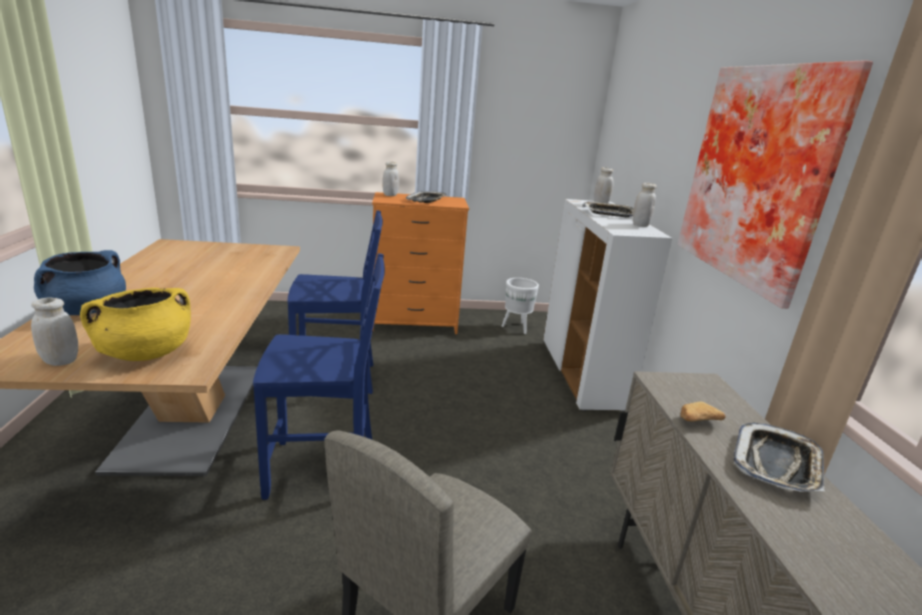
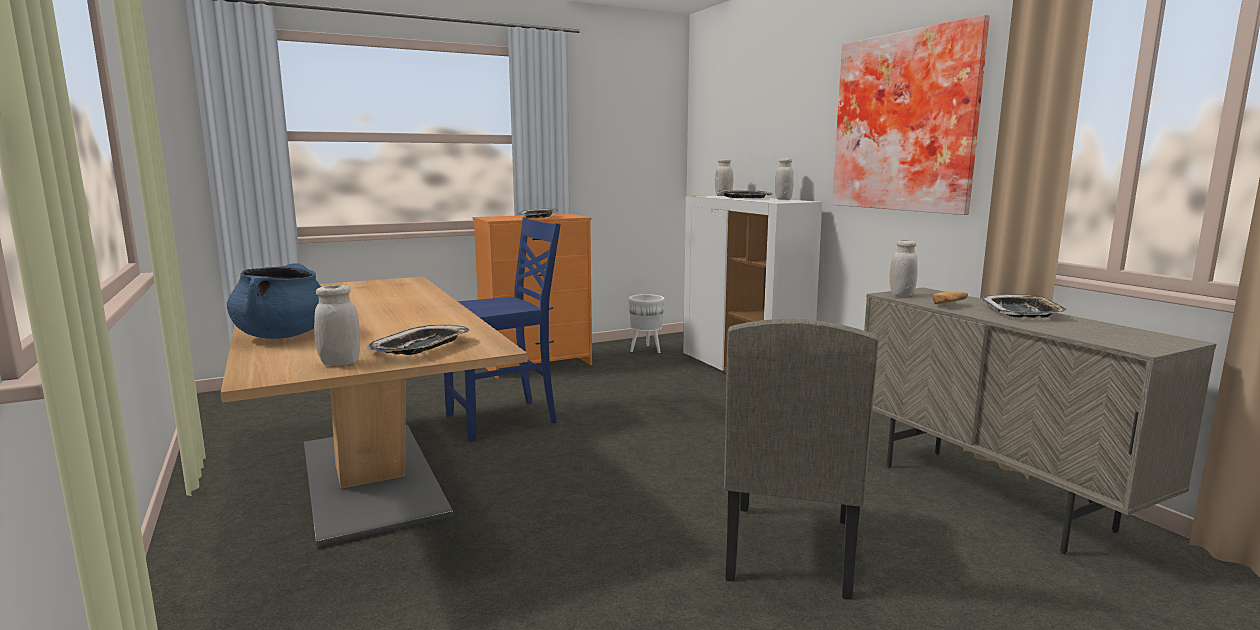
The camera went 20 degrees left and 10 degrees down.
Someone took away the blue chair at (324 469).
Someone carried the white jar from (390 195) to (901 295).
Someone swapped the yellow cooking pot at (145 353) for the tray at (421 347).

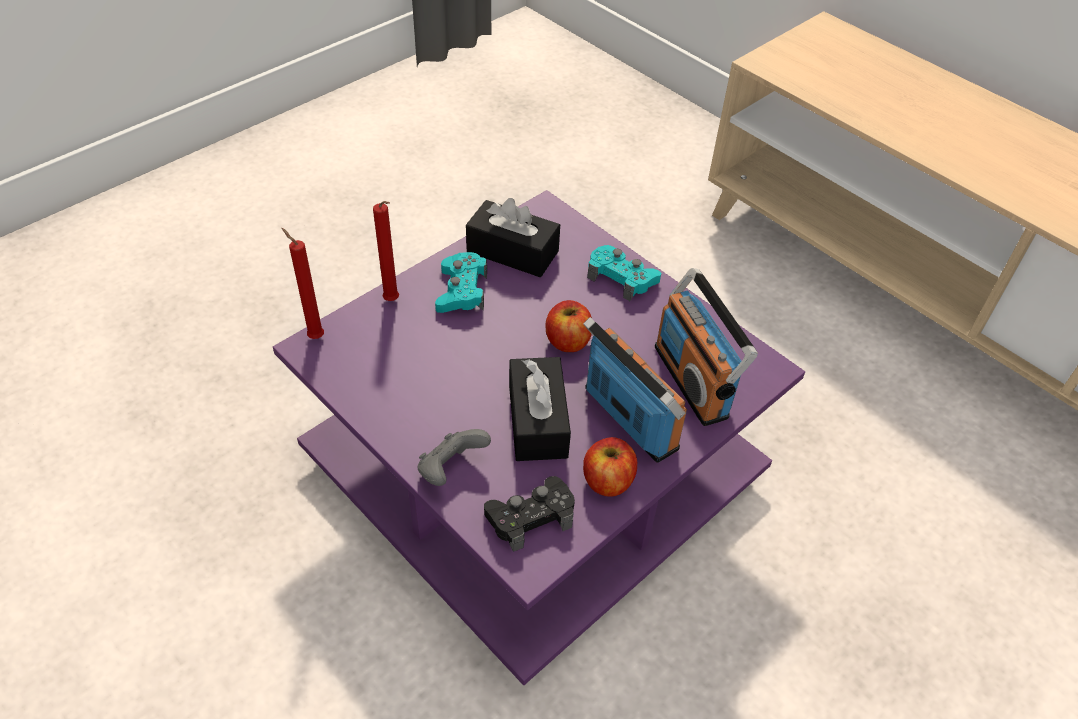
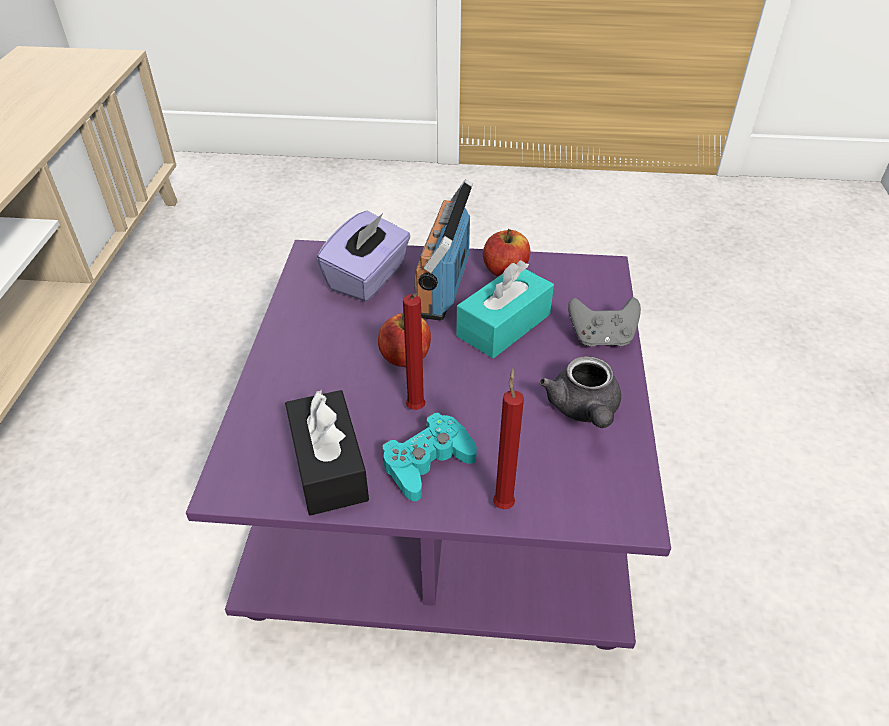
The camera went 130 degrees left and 5 degrees down.
Someone took away the black game controller at (530 517).
Someone took away the turquoise game controller at (621 278).
Someone put down the grey teapot at (584 410).
Someone carried the red candle from (314 336) to (416 411).
Someone swapped the radio at (692 381) for the purple tissue box at (368 278).
Someone repainted the black tissue box at (537 421), which became the turquoise tissue box at (503 325).

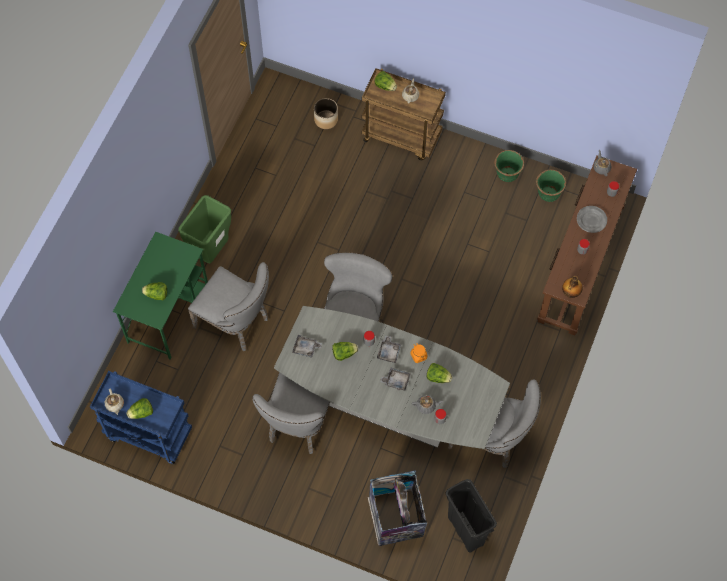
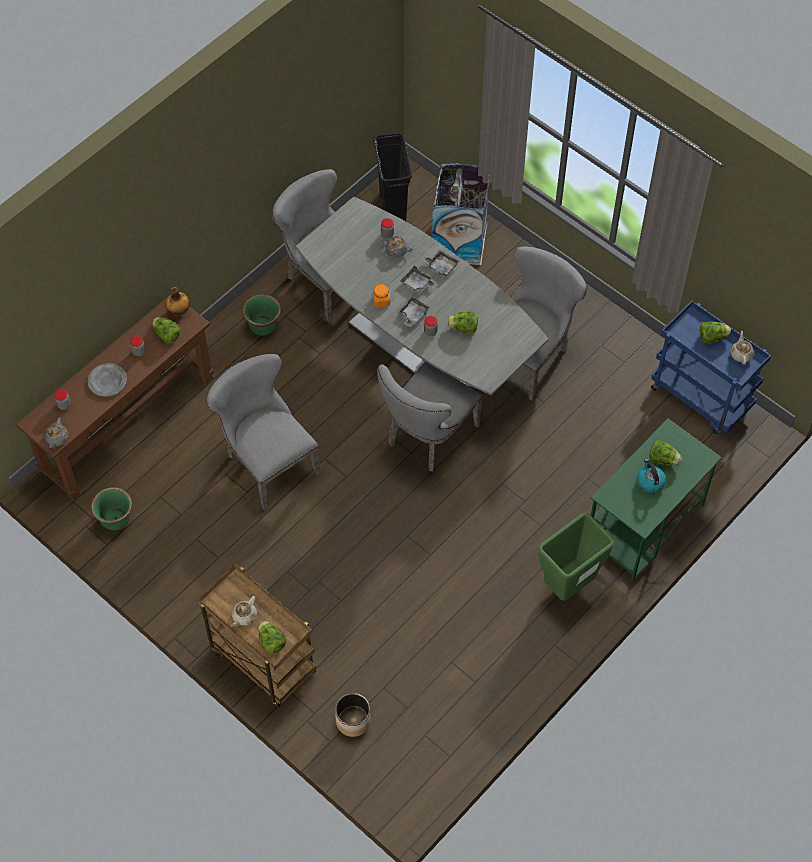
The camera went 160 degrees left and 5 degrees down.
Someone put down the kettle at (650 481).
Someone carried the grey chair from (236 323) to (267 462).
Someone carried the grey tray from (306 348) to (441 266).
Someone carried the lettuce from (438 377) to (166 335).
Someone carried the green planter from (507 175) to (263 326).

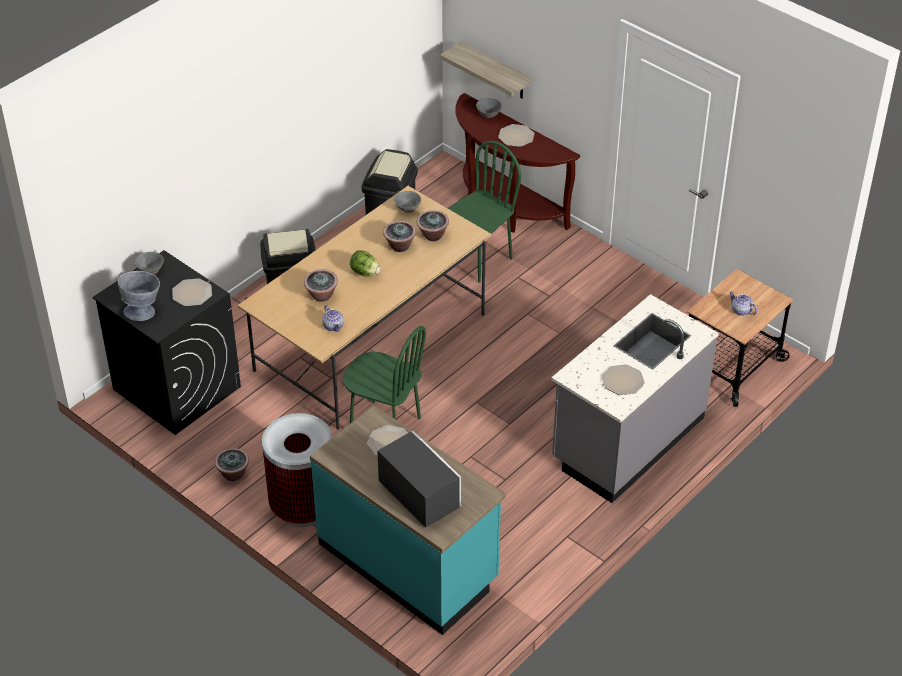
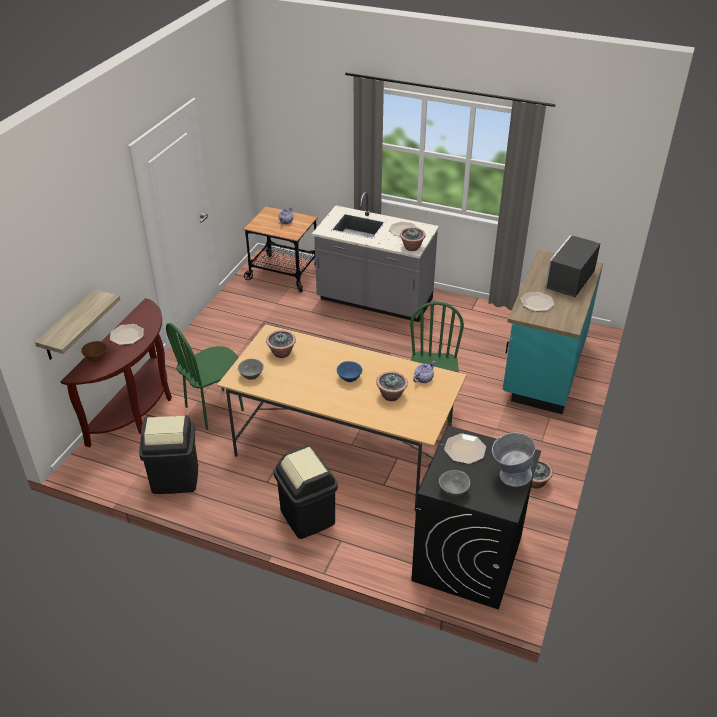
The camera went 110 degrees left and 5 degrees down.
Someone took away the trash can at (302 506).
Someone carried the potted plant from (399 246) to (412 247).
Someone swapped the lettuce at (365 273) for the blue bowl at (348 379).
Someone repainted the grey bowl at (488 115), which became the brown bowl at (97 357).
Someone rotated the green chair at (478 260) by 60 degrees counterclockwise.

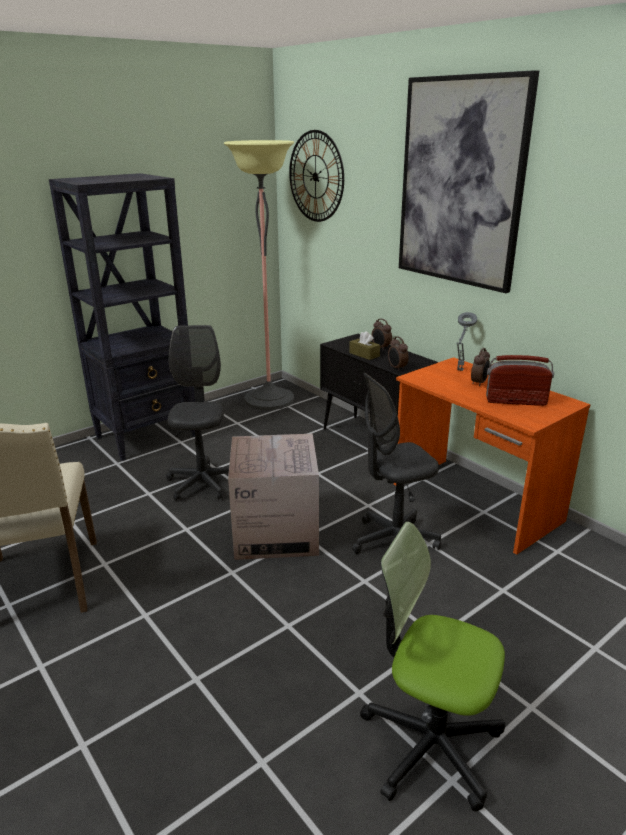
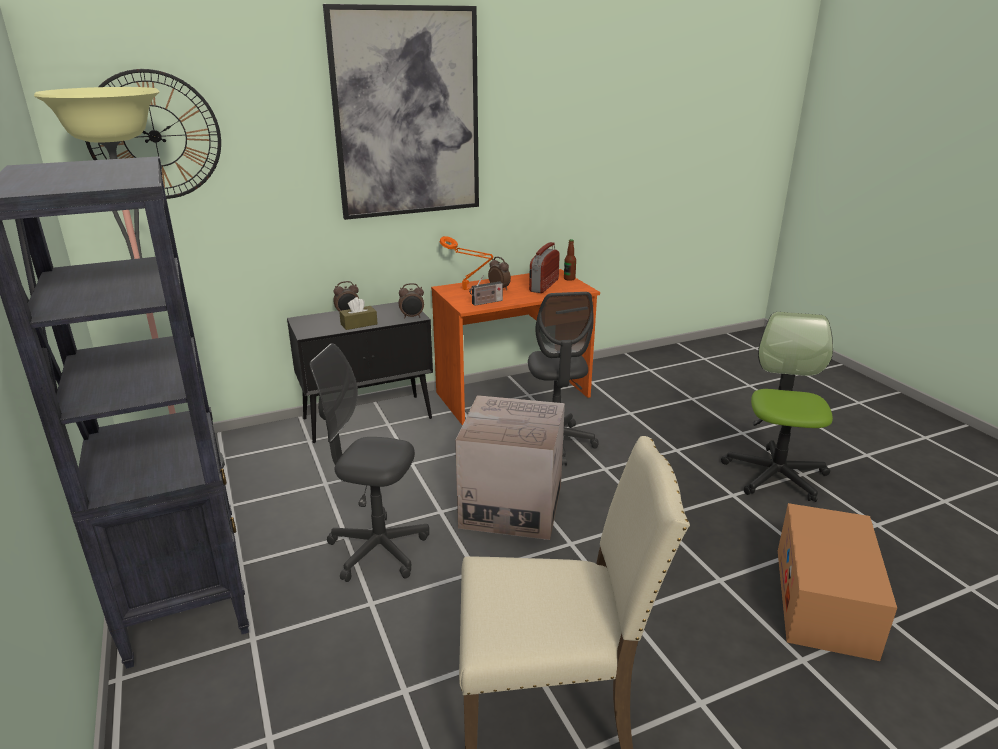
The camera went 75 degrees left and 0 degrees up.
Someone put down the radio at (486 302).
Someone put down the bottle at (569 279).
Someone put down the cardboard box at (824 600).
Someone repainted the grey table lamp at (460 371), which became the orange table lamp at (467 290).
Someone rotated the office chair at (430 743) by 150 degrees clockwise.

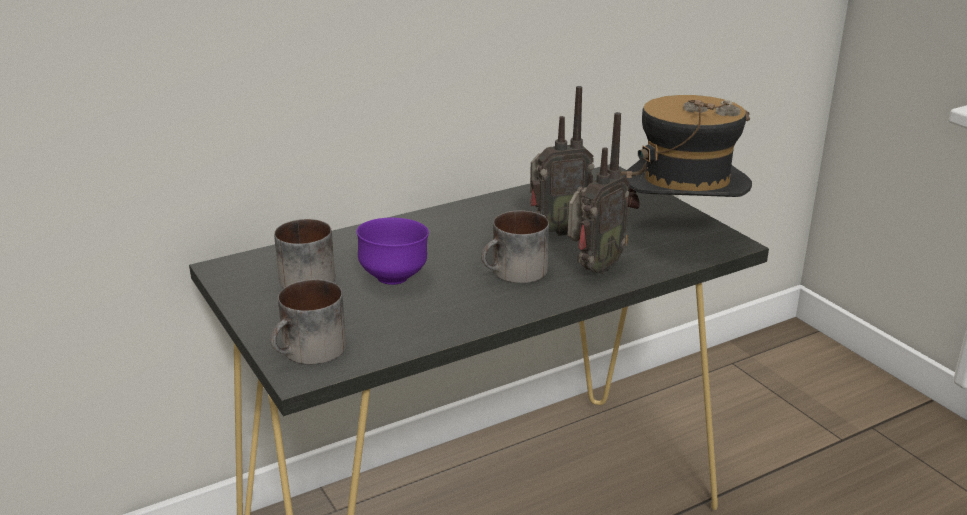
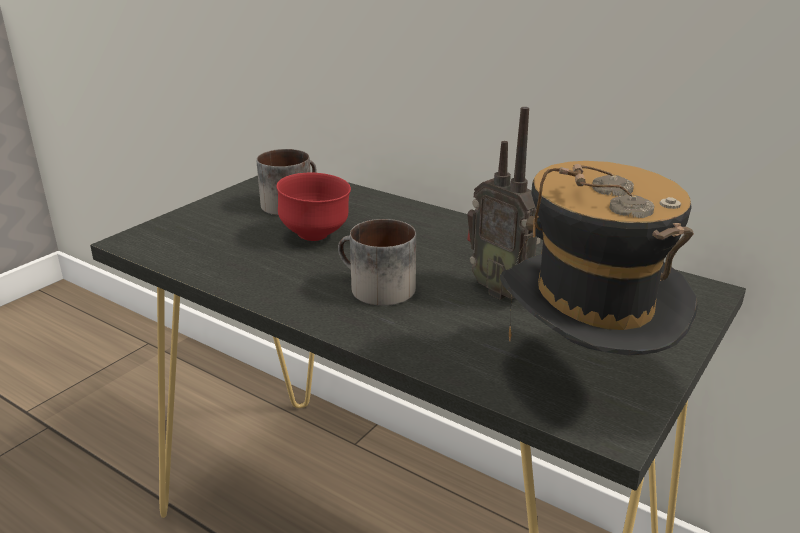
The camera went 65 degrees right and 0 degrees up.
Someone took away the mug at (310 352).
Someone took away the radio at (592 268).
Someone repainted the purple bowl at (394 278), which became the red bowl at (316 236).

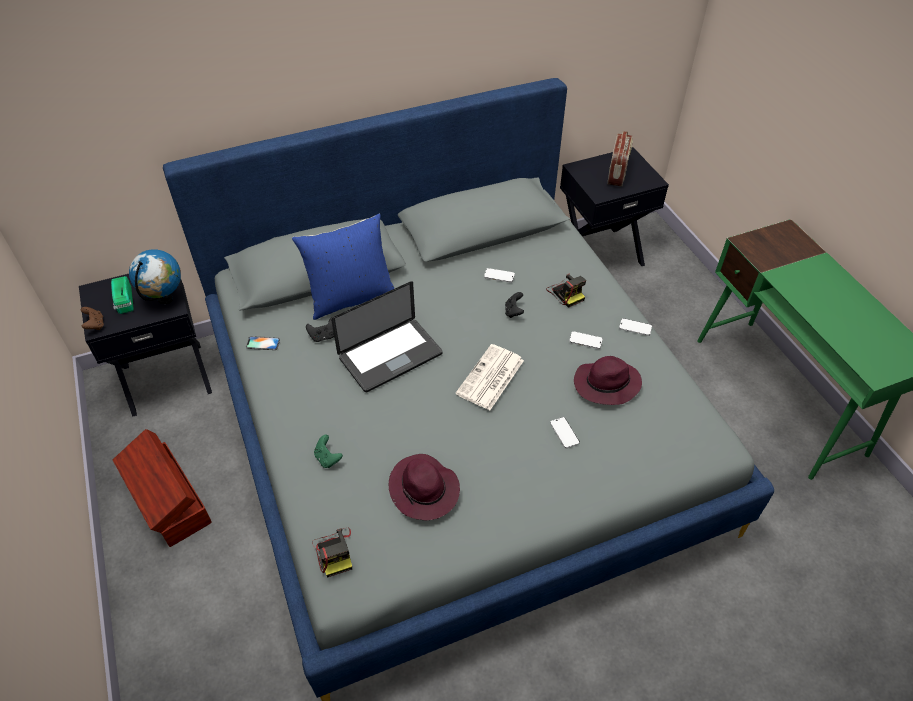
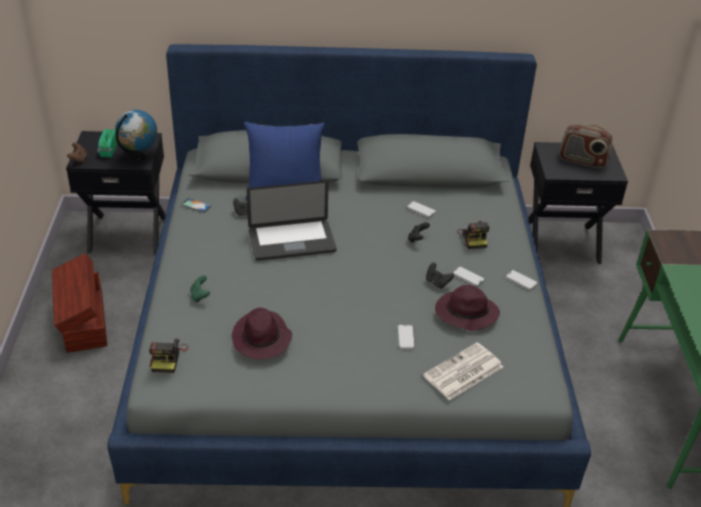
The camera went 20 degrees right and 10 degrees down.
Someone put down the black game controller at (437 283).
Someone carried the newspaper from (490 378) to (463 372).
Someone rotated the radio at (617 173) by 75 degrees clockwise.

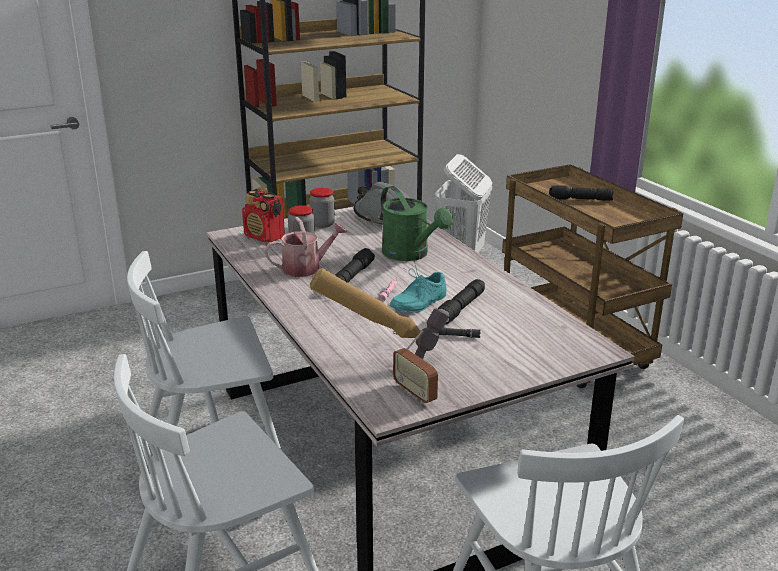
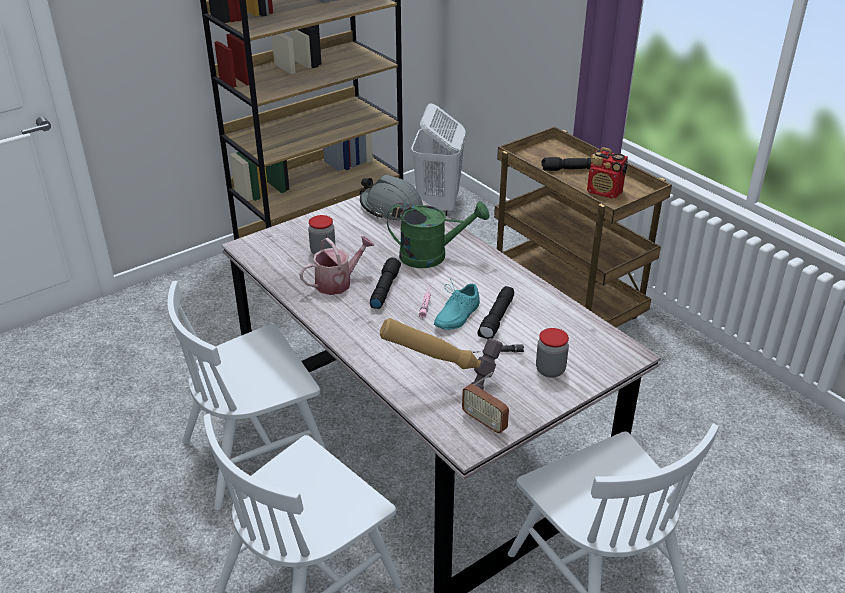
The camera went 10 degrees left and 10 degrees up.
Someone carried the radio from (265 237) to (604 192).
Someone carried the jar from (322 224) to (550 370).
Someone rotated the green watering can at (411 255) by 45 degrees counterclockwise.

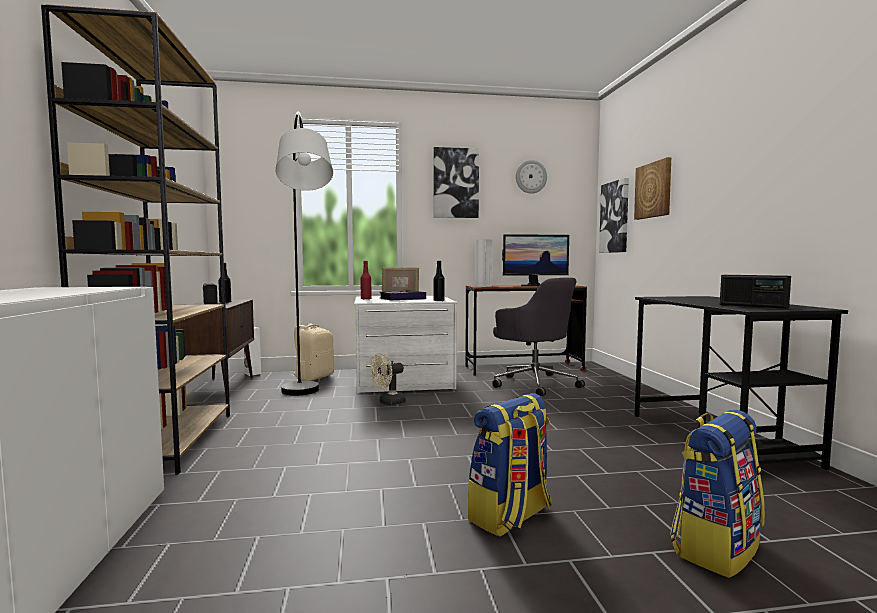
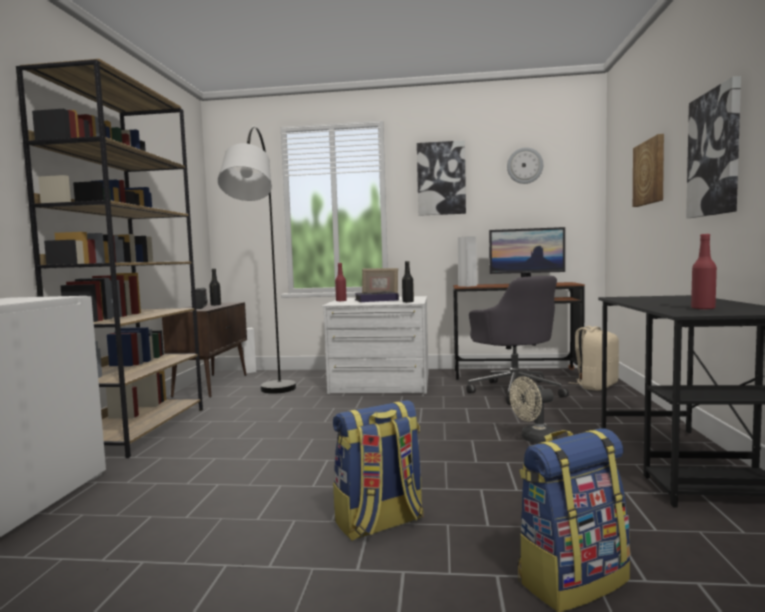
The camera went 15 degrees right and 0 degrees up.
Someone carried the beige backpack from (313 377) to (596 386).
Someone carried the beige fan from (388 402) to (534 439).
Someone carried the picture from (615 217) to (715 153).
Someone swapped the radio at (753 306) for the red bottle at (703 308).

